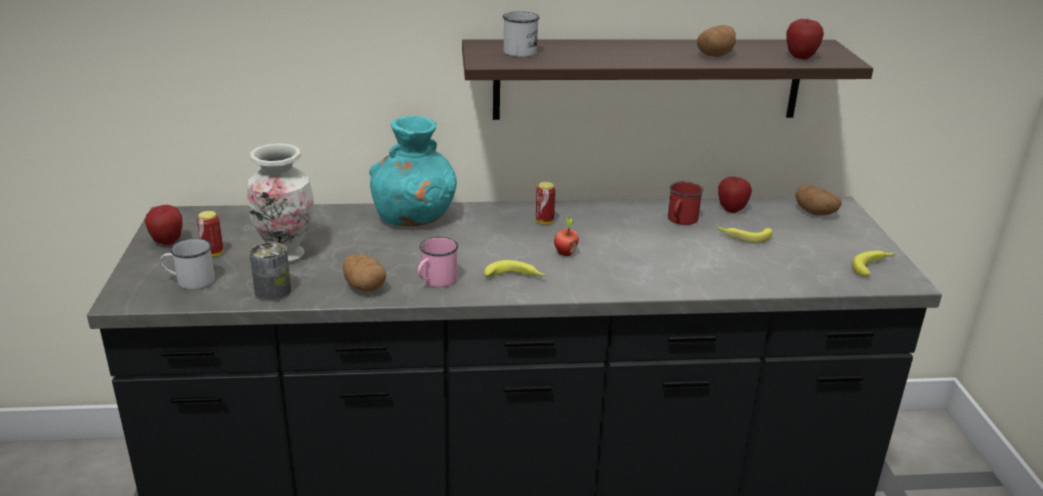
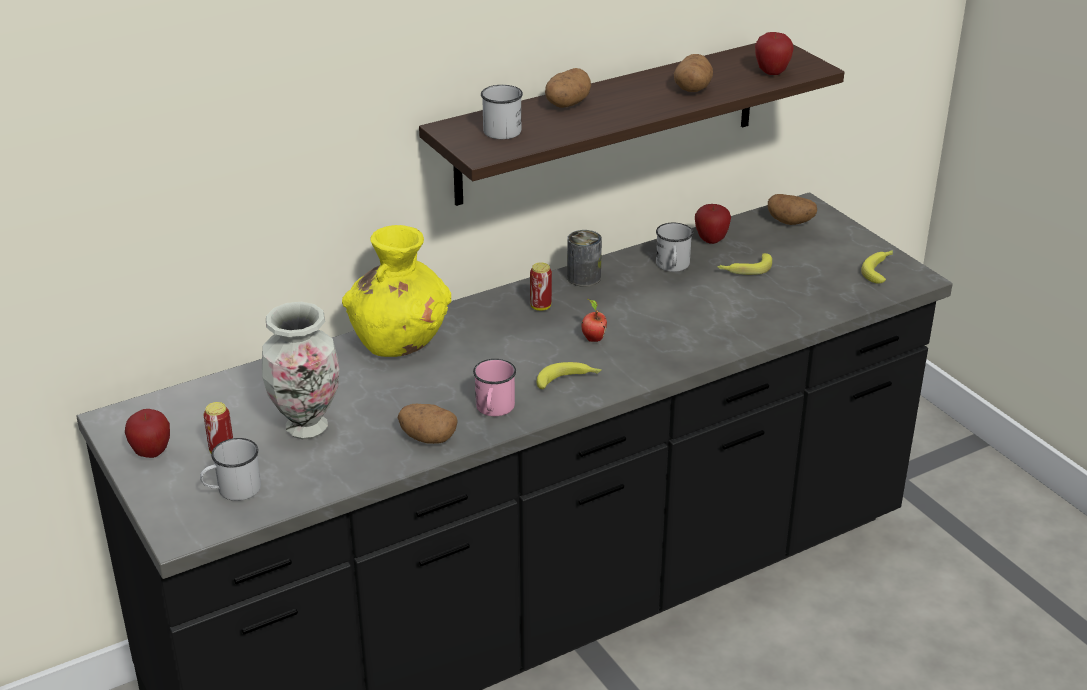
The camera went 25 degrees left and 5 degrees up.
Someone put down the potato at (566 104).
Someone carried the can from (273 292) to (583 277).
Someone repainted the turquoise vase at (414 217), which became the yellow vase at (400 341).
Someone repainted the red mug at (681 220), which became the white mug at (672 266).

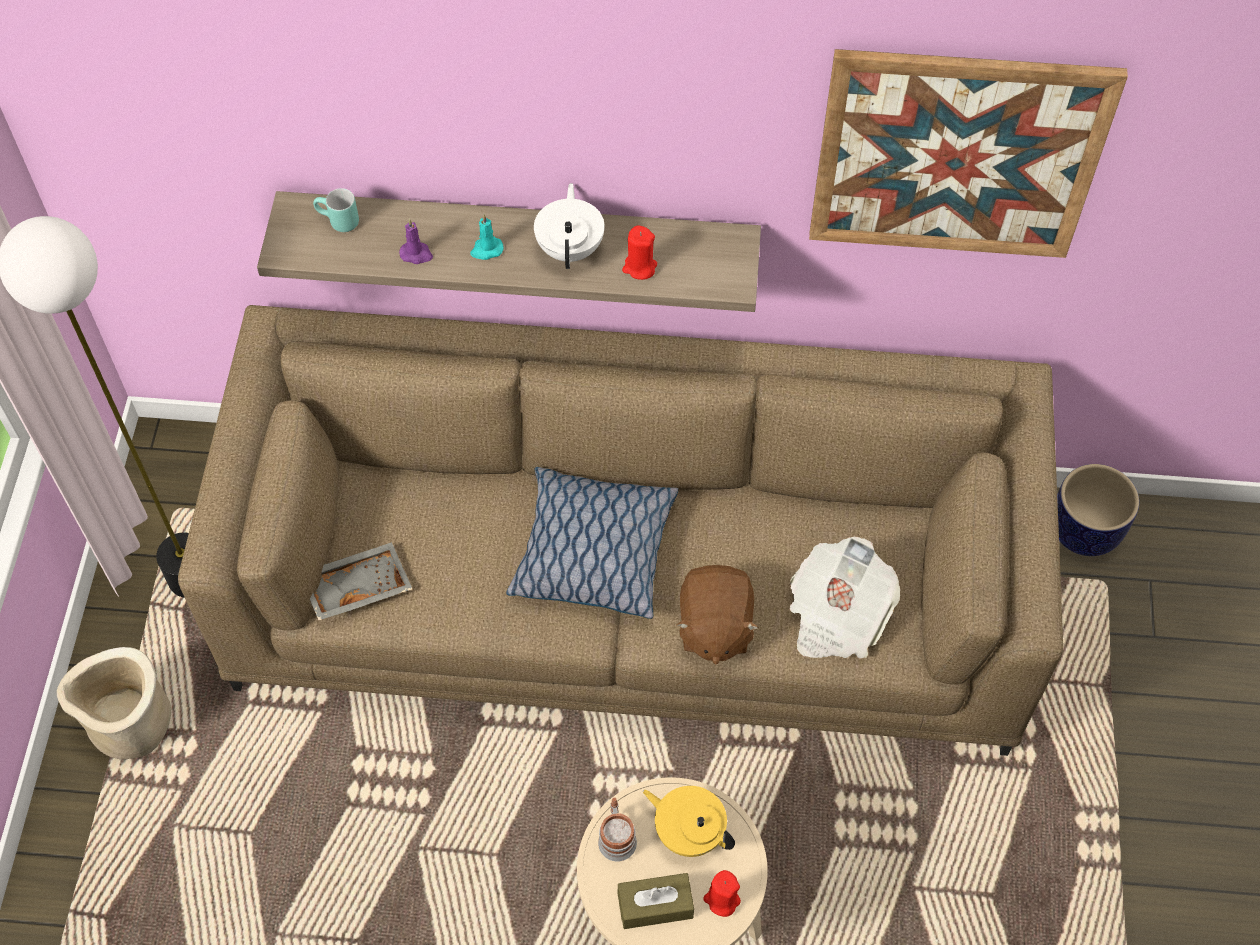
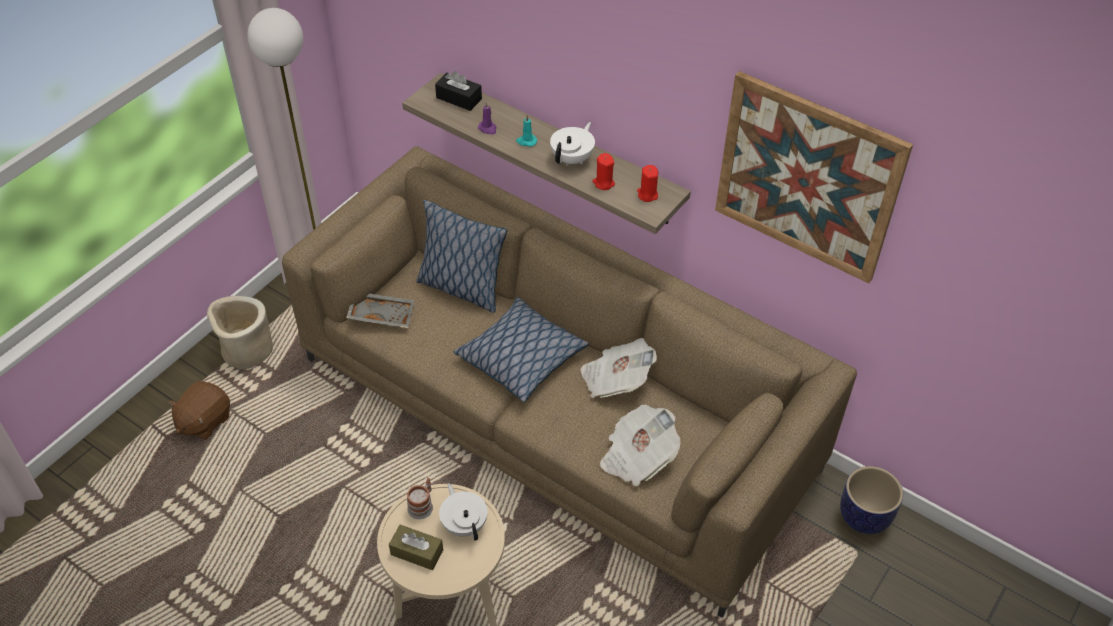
The camera went 30 degrees right and 10 degrees down.
Someone put down the pillow at (461 288).
Someone put down the newspaper at (615 379).
Someone carried the brown plush toy from (714 627) to (204 421).
Someone carried the red candle from (722 899) to (647 195).
Someone swapped the turquoise mug at (337 223) for the black tissue box at (459 98).
Someone repainted the yellow teapot at (689 831), which became the white teapot at (464 524).

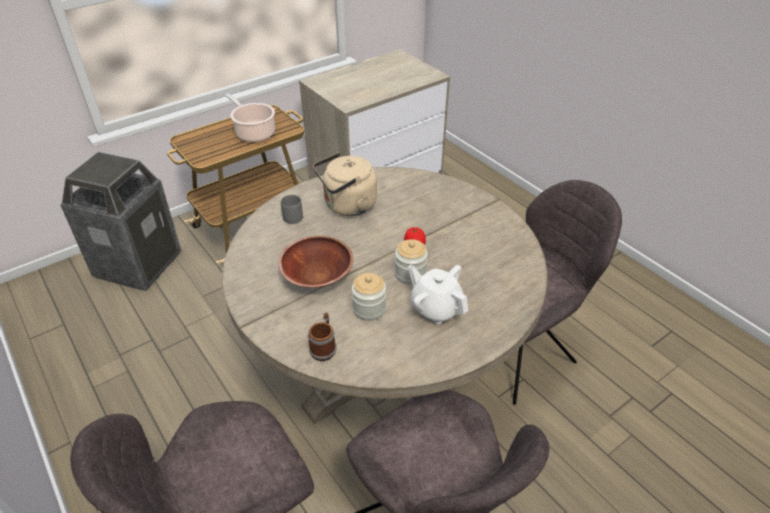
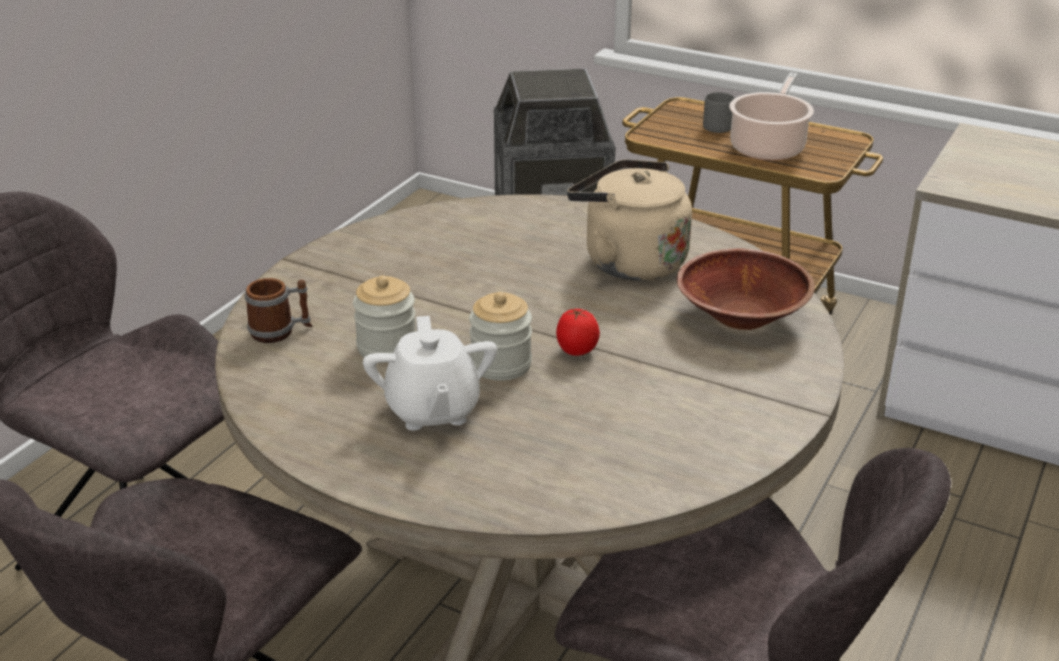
The camera went 65 degrees right and 10 degrees down.
Someone carried the brown bowl from (317 276) to (742 316).
Someone carried the grey mug from (291 216) to (719 126).
Someone rotated the white teapot at (436 308) by 150 degrees clockwise.

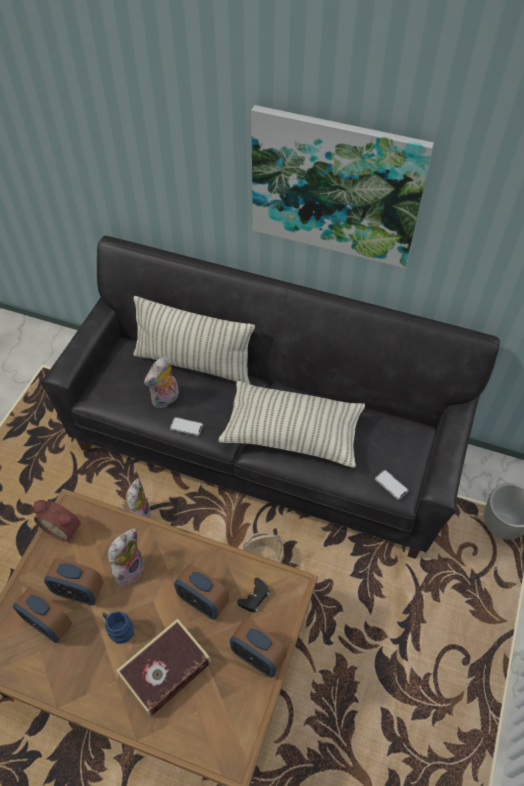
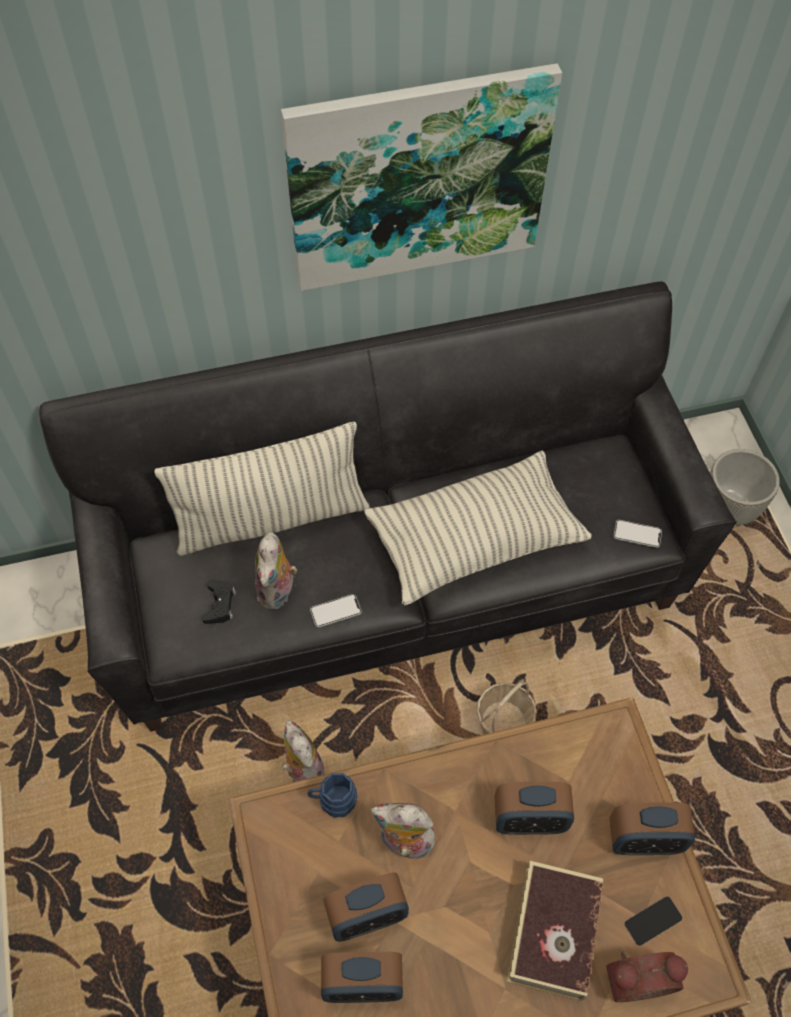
The camera went 35 degrees left and 5 degrees up.
Someone put down the phone at (653 921).
Someone carried the alarm clock from (63 528) to (636 977).
Someone carried the blue mug from (118 629) to (333 800).
Someone carried the black game controller from (254 597) to (219 604).
Someone rotated the plush toy at (128 568) by 75 degrees counterclockwise.

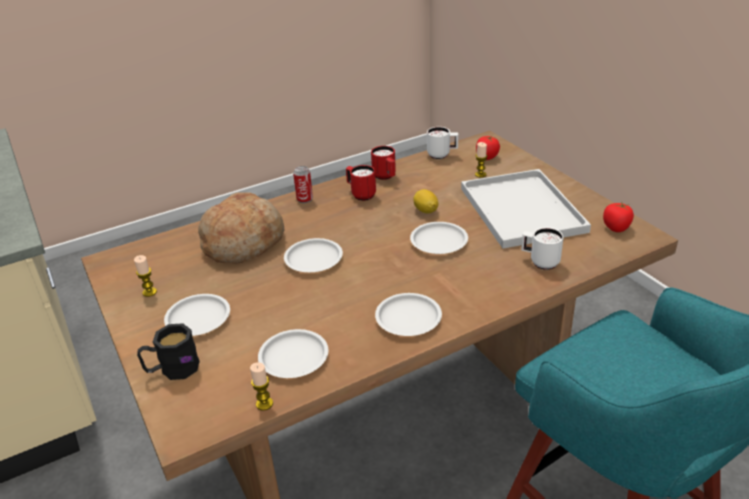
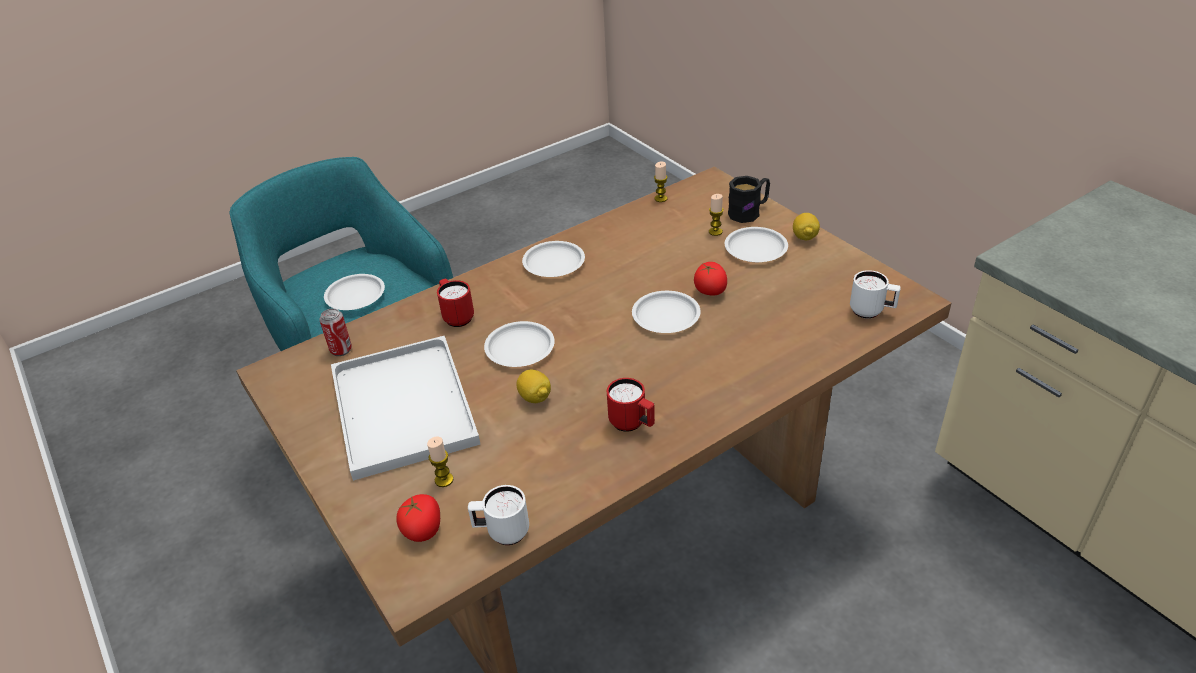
The camera went 175 degrees right and 5 degrees up.
Someone took away the bread at (243 242).
Someone put down the lemon at (804 237).
Someone carried the candle from (149 292) to (715 232).
Someone carried the white plate from (294 357) to (355 296).
Someone carried the can from (304 199) to (341 350).
Someone carried the red mug from (385 177) to (456 316).
Someone carried the white mug from (540 262) to (871 312).
Someone carried the tomato from (616 227) to (710 291).

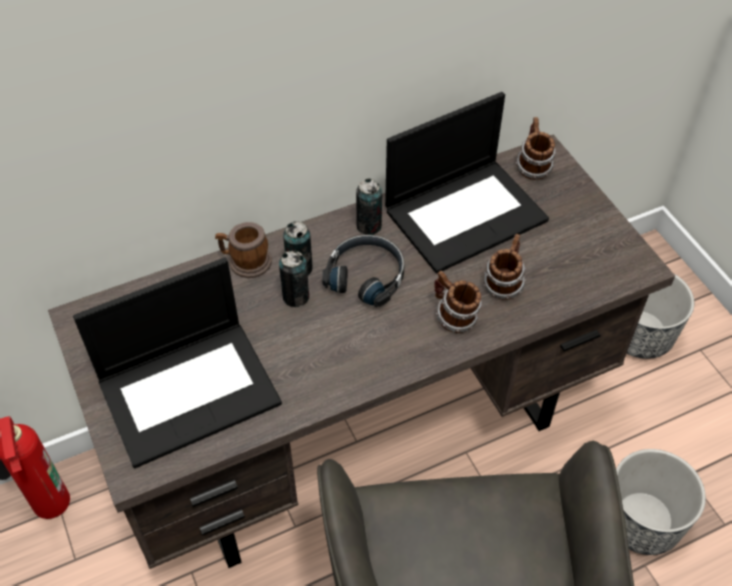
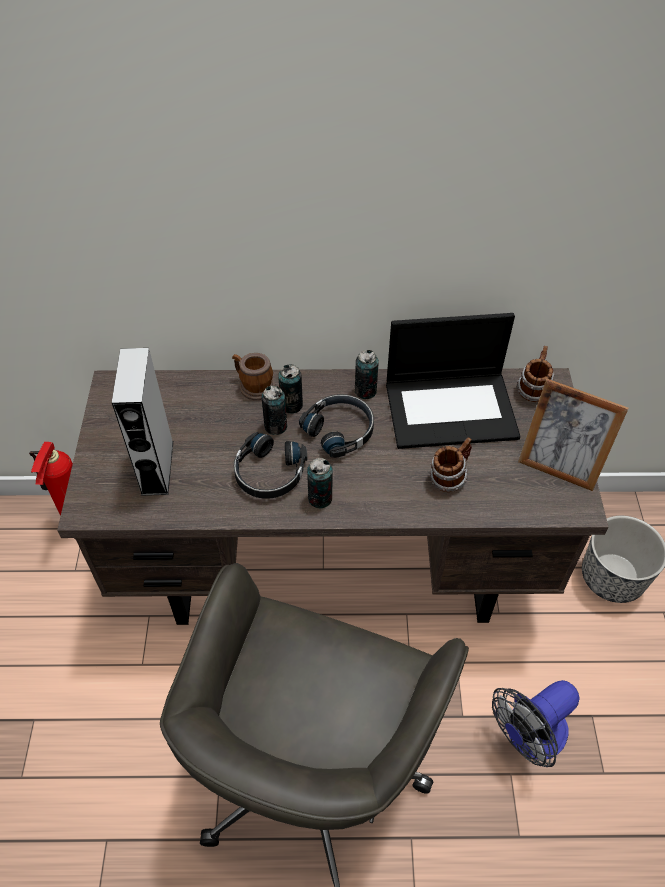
The camera went 25 degrees right and 0 degrees up.
Someone took away the mug at (453 318).
Someone put down the black headphones at (269 473).
Someone put down the can at (320 498).
Someone put down the picture frame at (558 468).
Someone swapped the laptop at (190 390) for the grey speaker at (157 467).
Someone swapped the planter at (642 521) for the fan at (528 736).

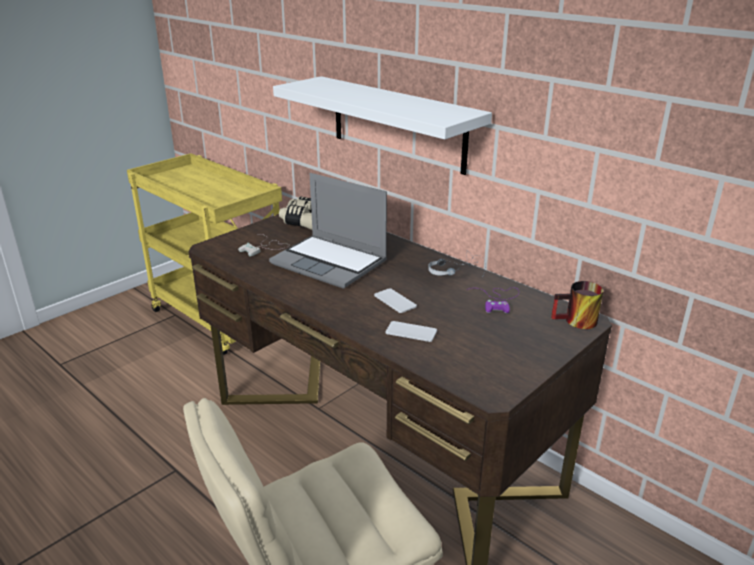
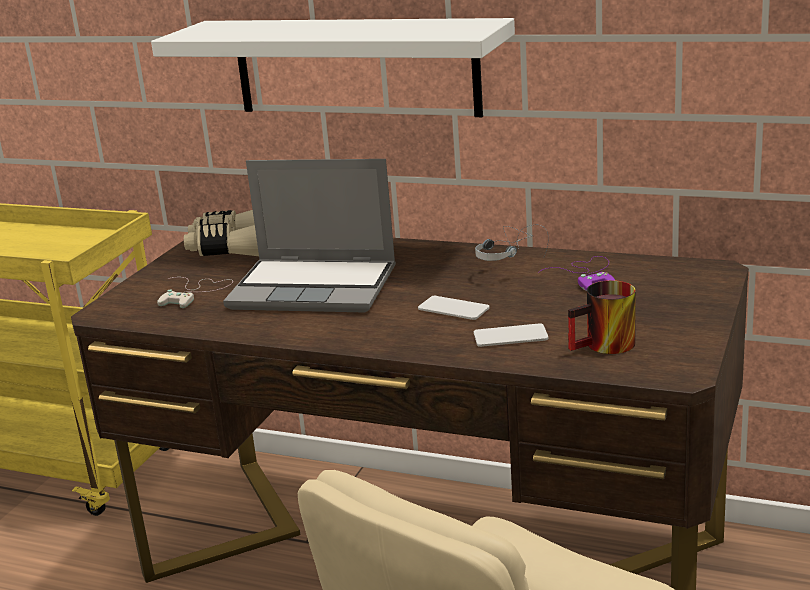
The camera went 20 degrees left and 5 degrees down.
Someone carried the mug from (576 322) to (606 347).

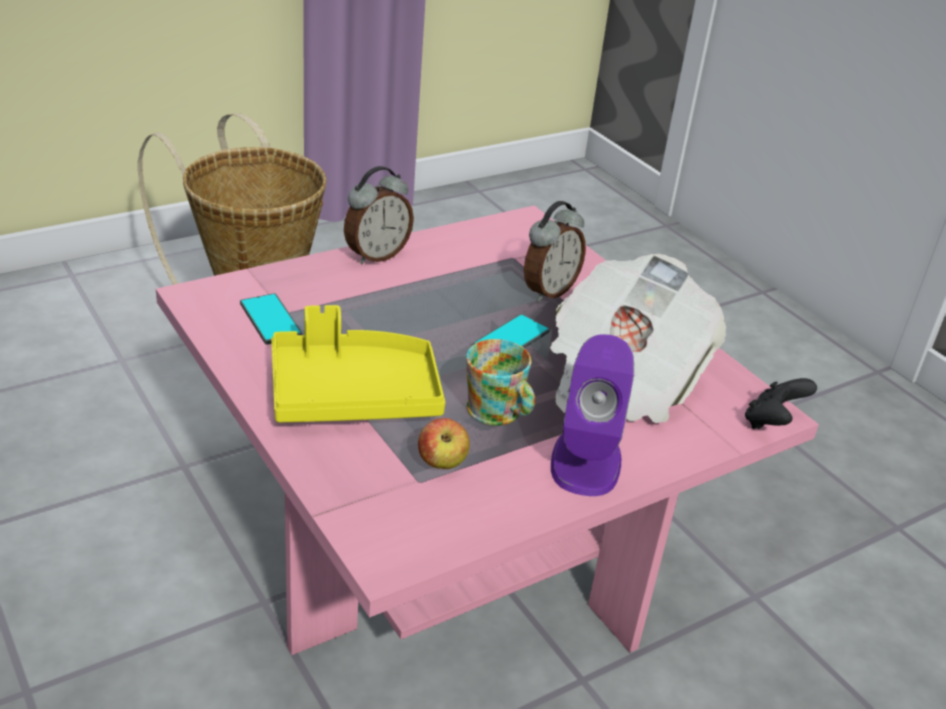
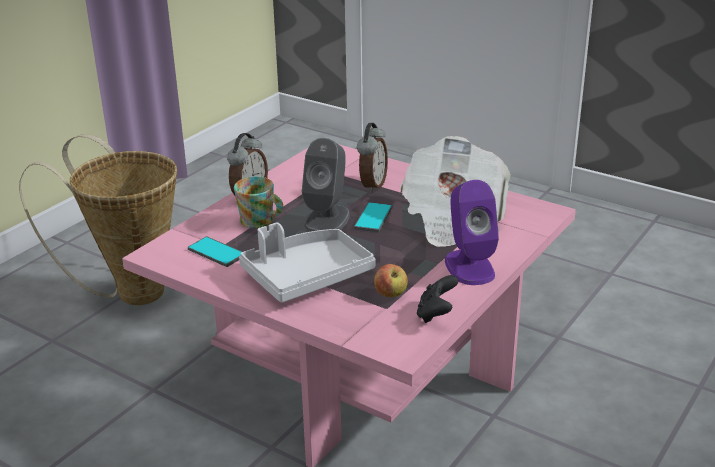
The camera went 20 degrees left and 5 degrees down.
Someone put down the grey speaker at (327 219).
Someone carried the mug from (498 413) to (261 221).
Someone carried the black game controller from (772 423) to (436 314).
Someone repainted the yellow tray at (353 394), which became the grey tray at (306 276).

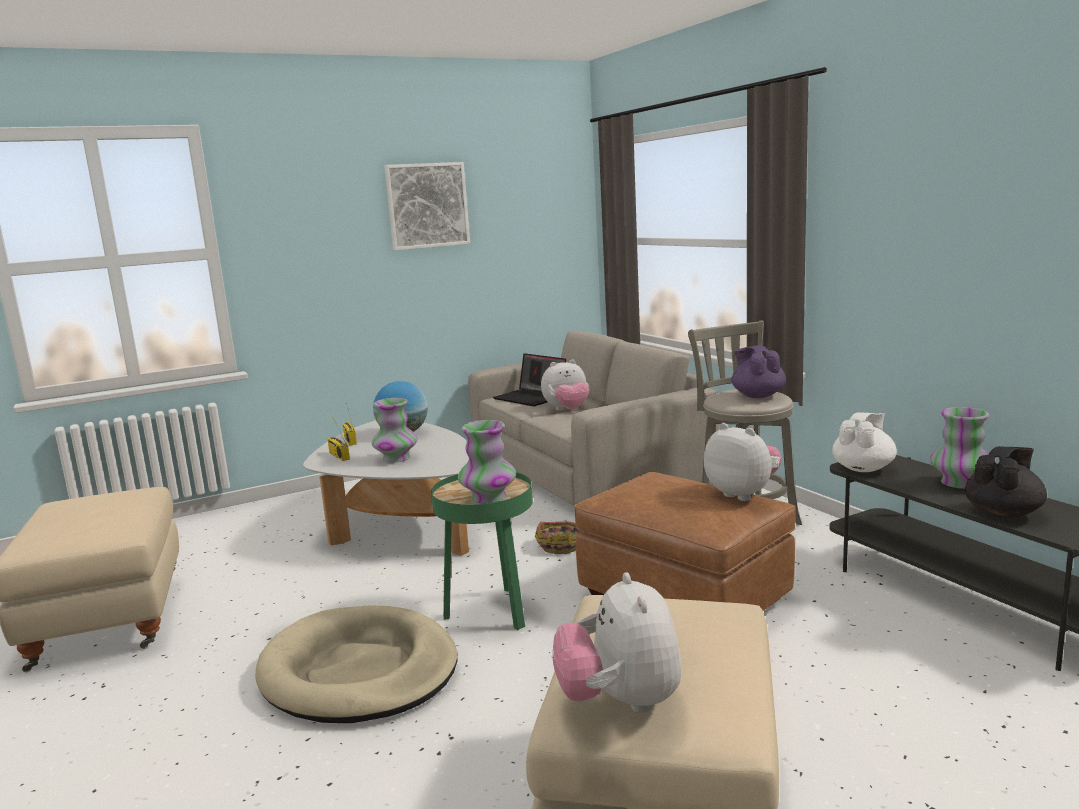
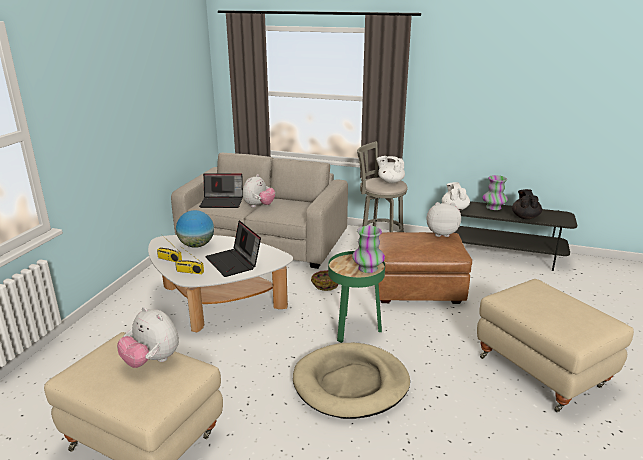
The camera went 45 degrees left and 10 degrees up.
Someone took away the picture at (427 205).
Someone carried the plush toy from (620 702) to (152 361).
Someone swapped the vase at (396 458) for the laptop at (234 262).
Someone repainted the purple teapot at (757 395), which became the white teapot at (390 181).

